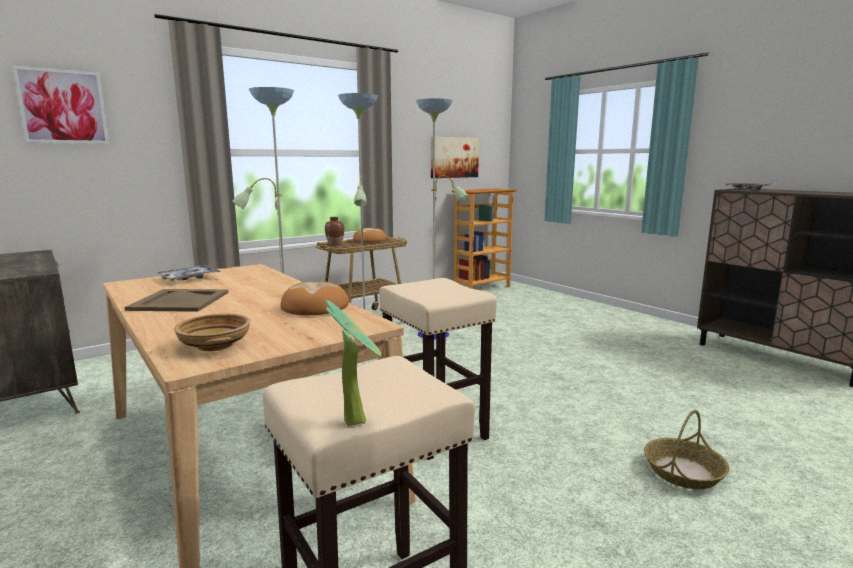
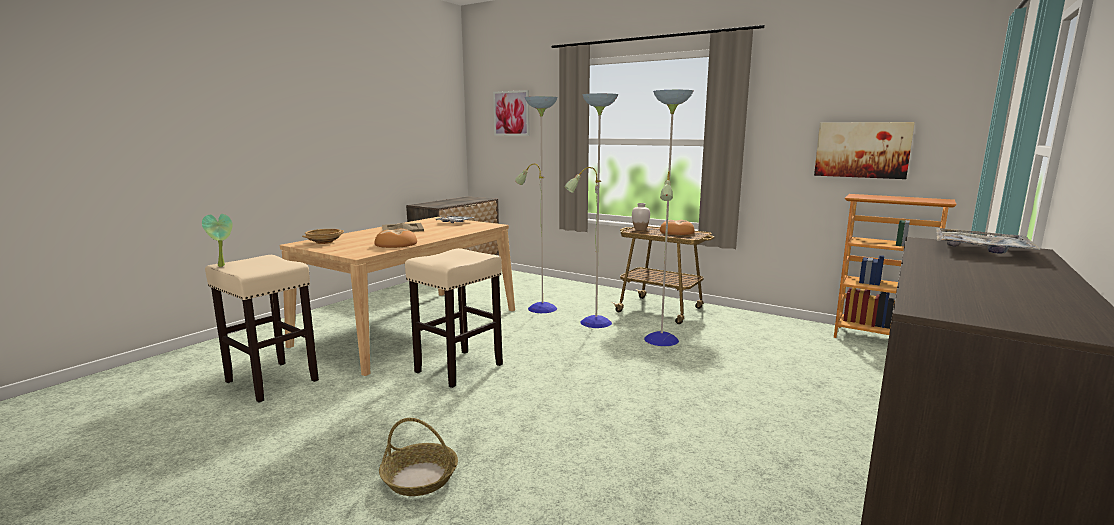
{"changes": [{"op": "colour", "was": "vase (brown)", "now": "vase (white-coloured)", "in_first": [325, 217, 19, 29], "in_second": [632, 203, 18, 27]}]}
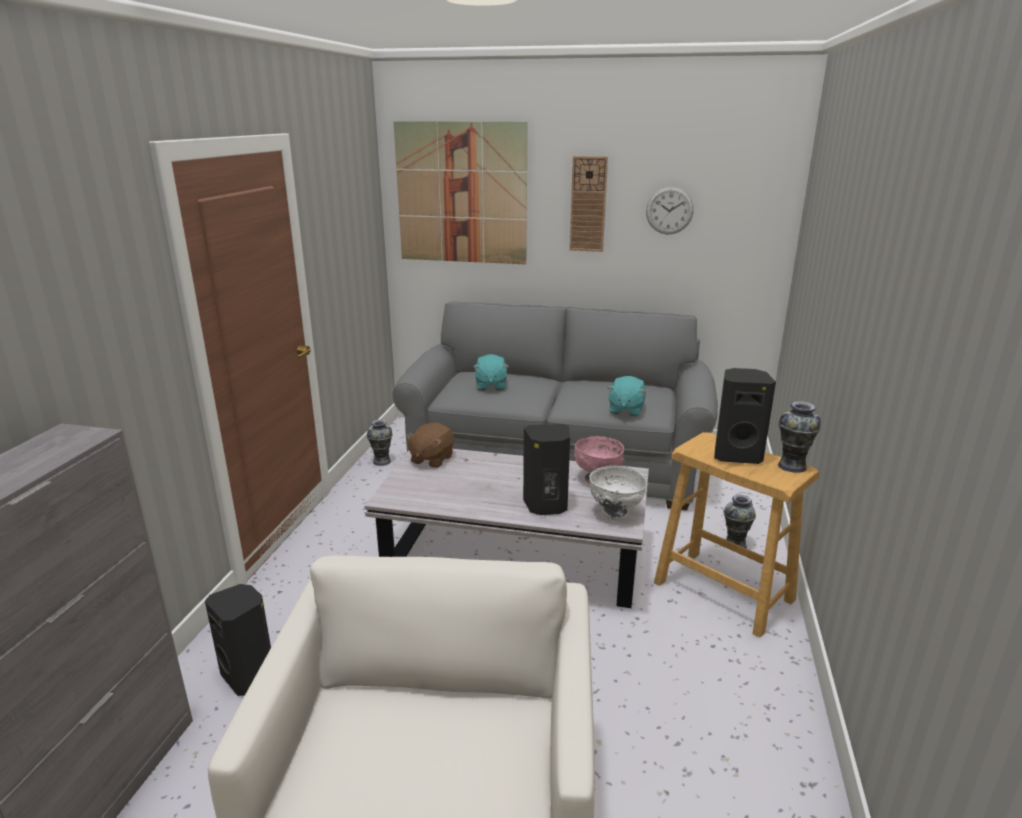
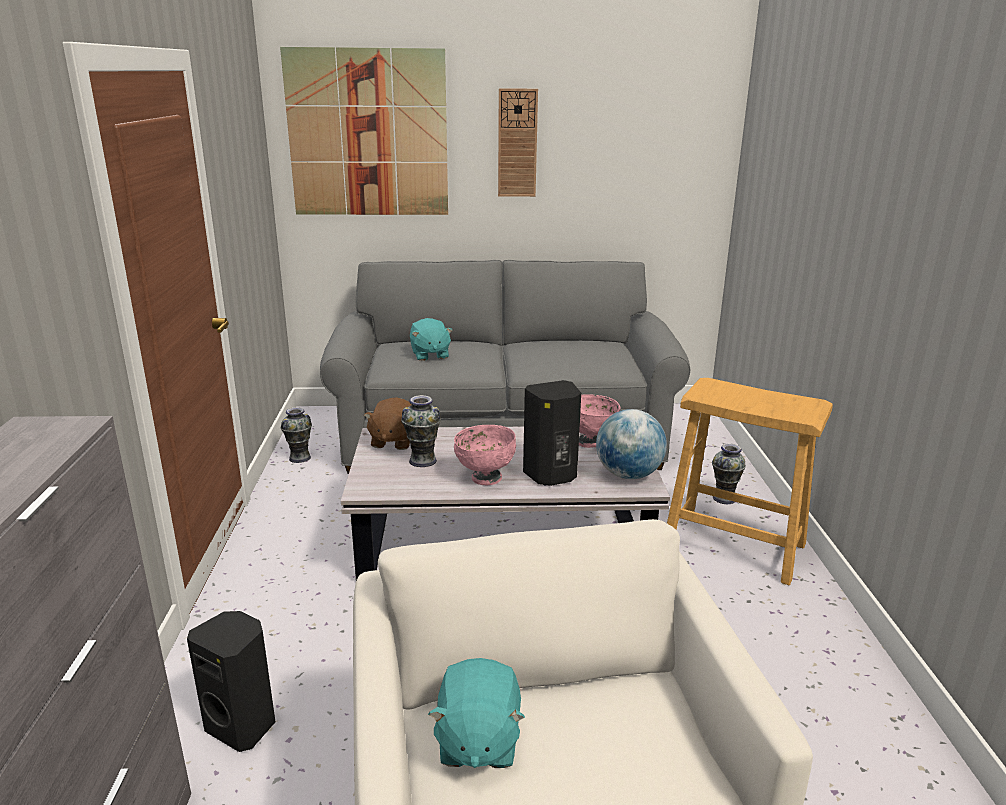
{"changes": [{"op": "exchanged", "was": "serving bowl (white-coloured)", "now": "globe", "in_first": [589, 466, 58, 55], "in_second": [596, 409, 71, 70]}, {"op": "relocated", "was": "cuddly toy (turquoise)", "in_first": [607, 376, 39, 41], "in_second": [428, 658, 97, 110]}, {"op": "missing", "was": "wall clock", "in_first": [646, 186, 48, 49]}, {"op": "missing", "was": "audio speaker (blackish)", "in_first": [714, 368, 62, 96]}, {"op": "relocated", "was": "vase", "in_first": [778, 401, 43, 72], "in_second": [401, 395, 40, 72]}, {"op": "appeared", "now": "serving bowl (pink)", "in_second": [454, 425, 62, 60]}]}
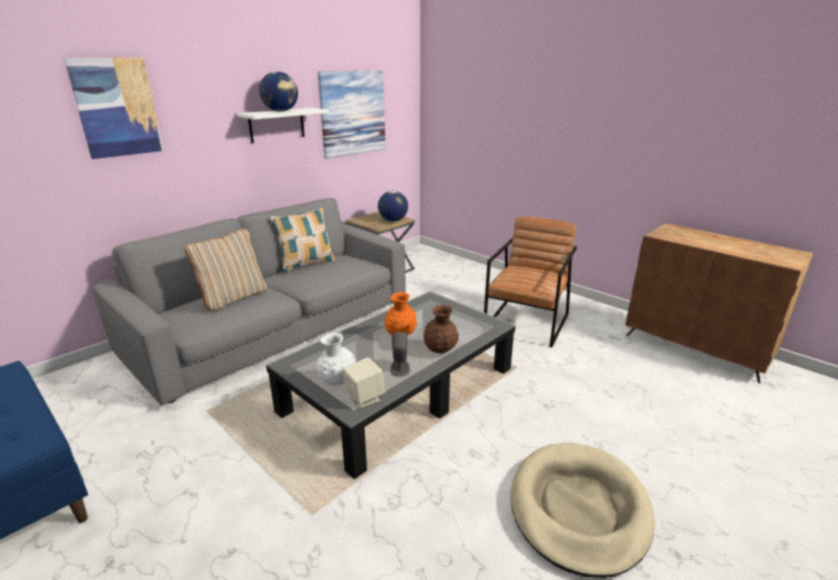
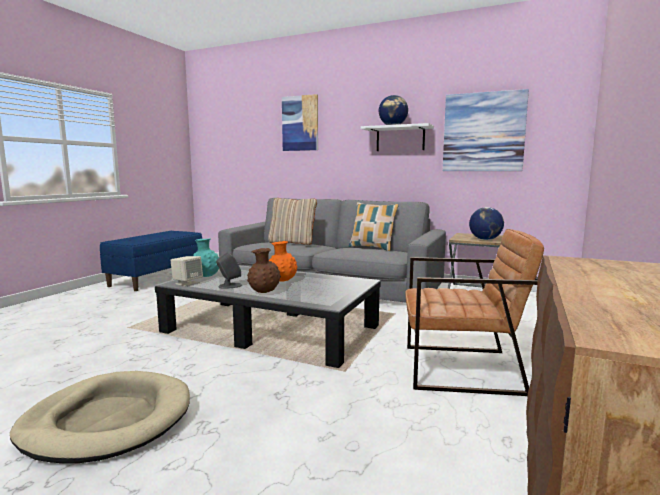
{"changes": [{"op": "colour", "was": "vase (white-coloured)", "now": "vase (turquoise)", "in_first": [316, 333, 40, 53], "in_second": [193, 239, 26, 38]}]}
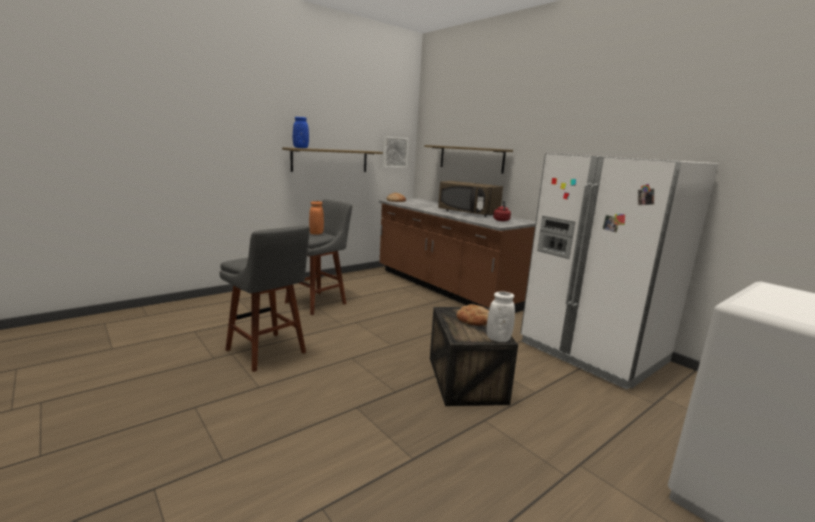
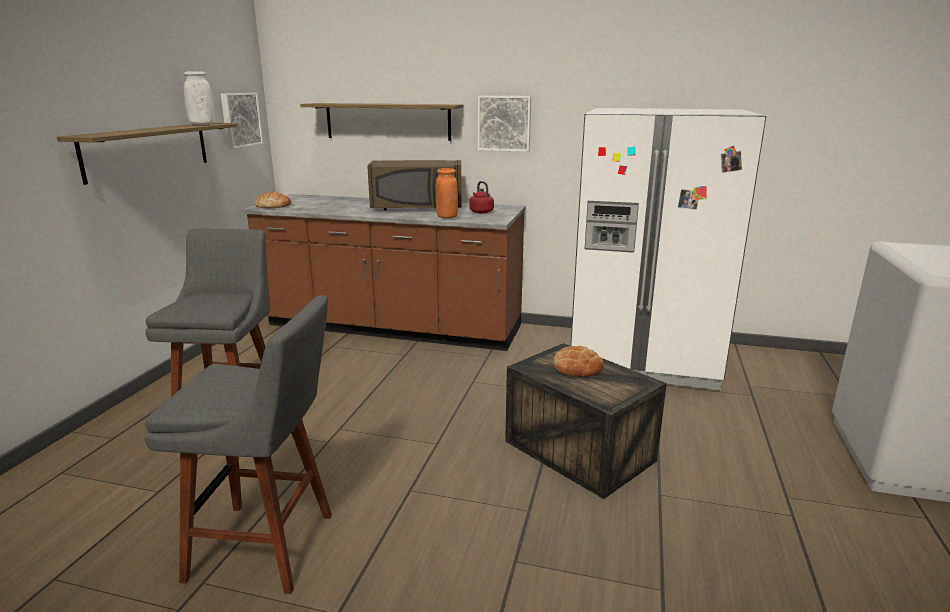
{"changes": [{"op": "missing", "was": "vase (bluish)", "in_first": [293, 117, 16, 31]}, {"op": "relocated", "was": "vase (orange)", "in_first": [309, 201, 15, 34], "in_second": [435, 168, 23, 50]}, {"op": "relocated", "was": "vase (white-coloured)", "in_first": [487, 291, 28, 51], "in_second": [184, 71, 31, 54]}, {"op": "appeared", "now": "picture", "in_second": [478, 96, 53, 56]}]}
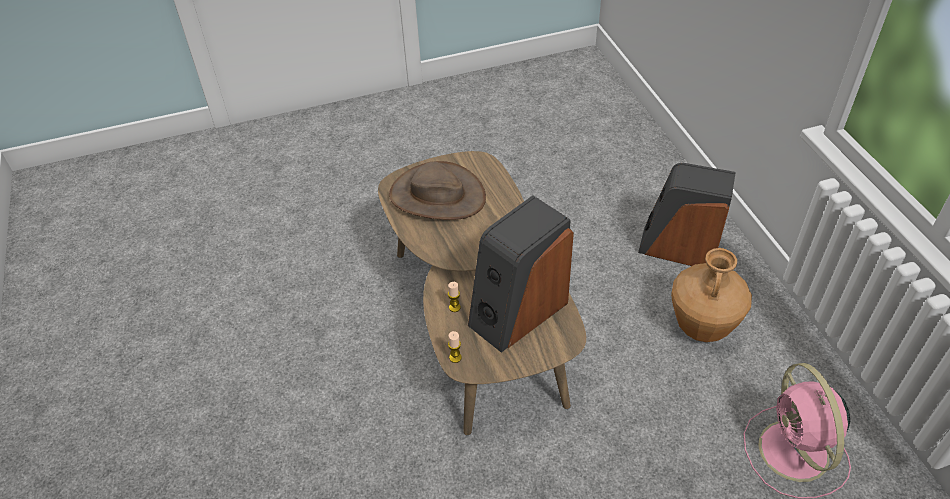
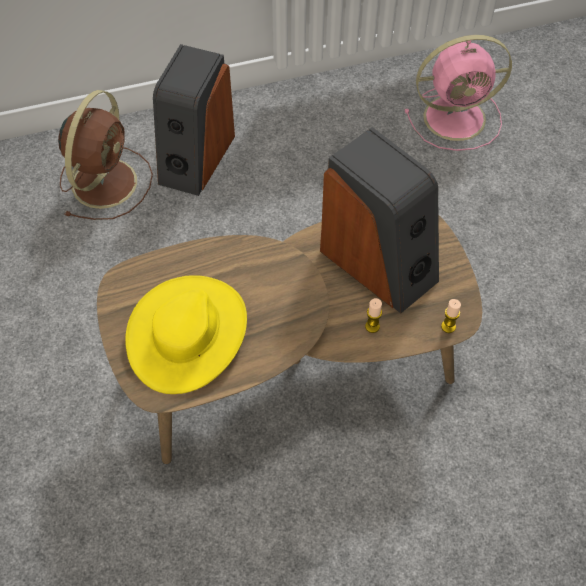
{"changes": [{"op": "colour", "was": "clothing hat (brown)", "now": "clothing hat (yellowish)", "in_first": [389, 161, 97, 59], "in_second": [125, 275, 122, 119]}, {"op": "missing", "was": "vase (brown)", "in_first": [671, 248, 81, 94]}, {"op": "appeared", "now": "cooling fan (brown)", "in_second": [58, 90, 95, 130]}]}
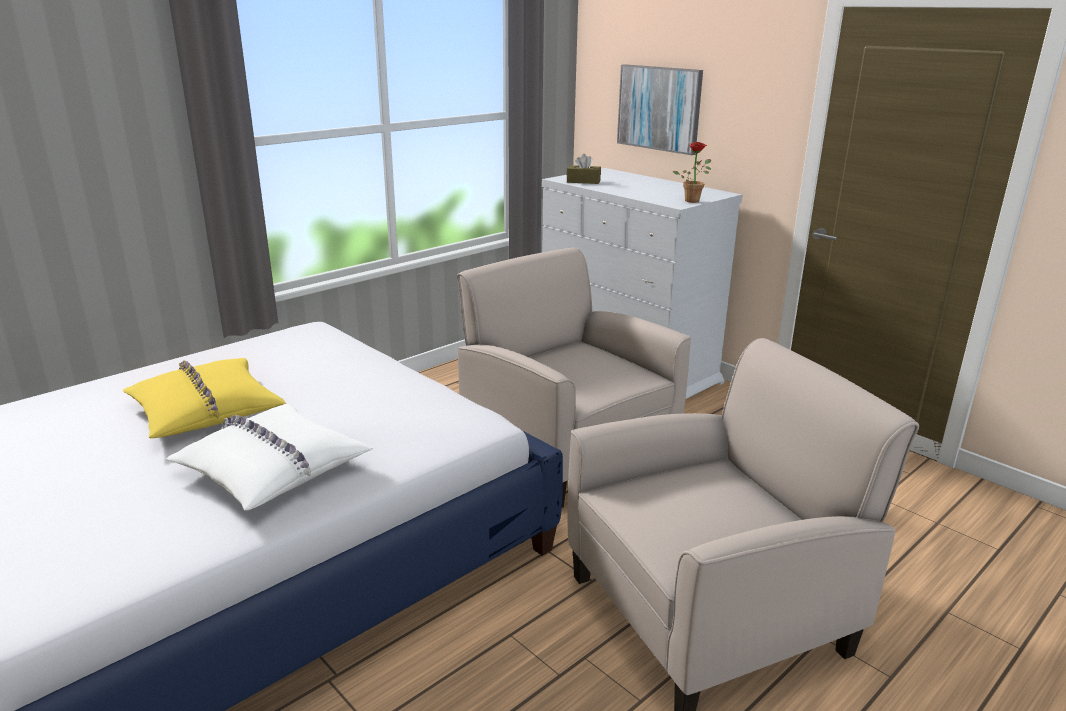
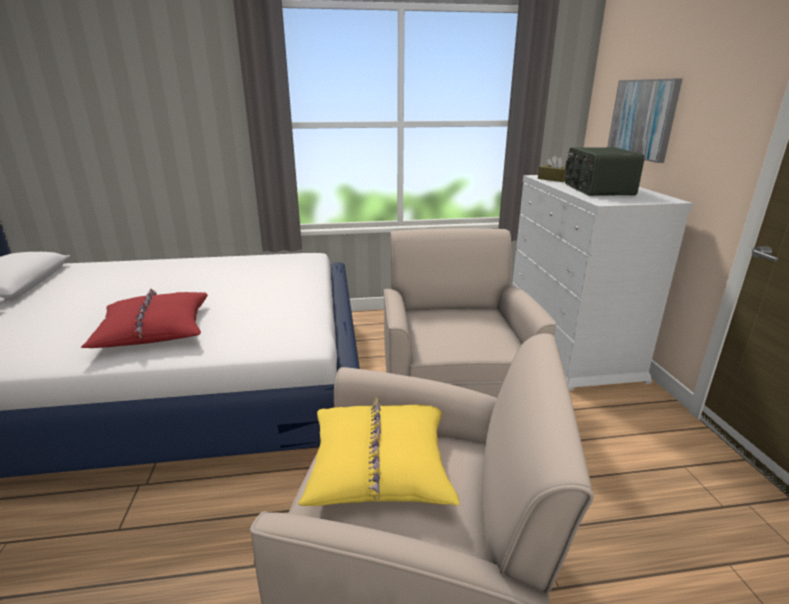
{"changes": [{"op": "relocated", "was": "throw pillow (yellowish)", "in_first": [123, 358, 163, 80], "in_second": [298, 397, 162, 109]}, {"op": "colour", "was": "throw pillow (white-coloured)", "now": "throw pillow (red)", "in_first": [167, 404, 206, 107], "in_second": [81, 289, 127, 59]}, {"op": "missing", "was": "potted plant", "in_first": [672, 142, 39, 61]}, {"op": "appeared", "now": "radio", "in_second": [565, 147, 80, 49]}]}
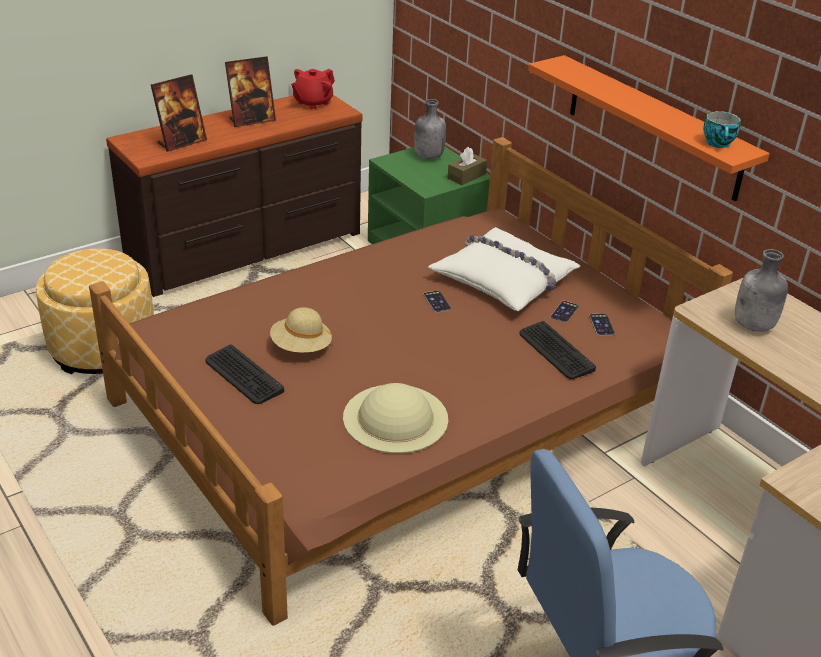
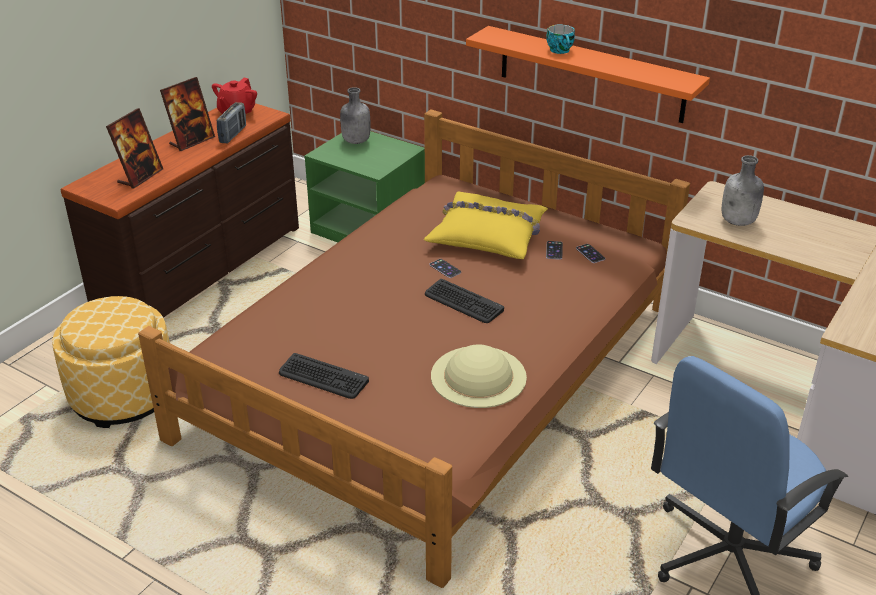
{"changes": [{"op": "missing", "was": "clothing hat (beige)", "in_first": [270, 307, 62, 46]}, {"op": "colour", "was": "throw pillow (white-coloured)", "now": "throw pillow (yellowish)", "in_first": [428, 227, 152, 84], "in_second": [424, 191, 124, 68]}, {"op": "missing", "was": "tissue holder (brown)", "in_first": [448, 147, 39, 38]}, {"op": "relocated", "was": "keyboard", "in_first": [519, 321, 77, 58], "in_second": [425, 279, 79, 44]}, {"op": "relocated", "was": "small cup", "in_first": [703, 111, 38, 37], "in_second": [546, 24, 29, 30]}, {"op": "appeared", "now": "radio", "in_second": [217, 102, 29, 41]}]}
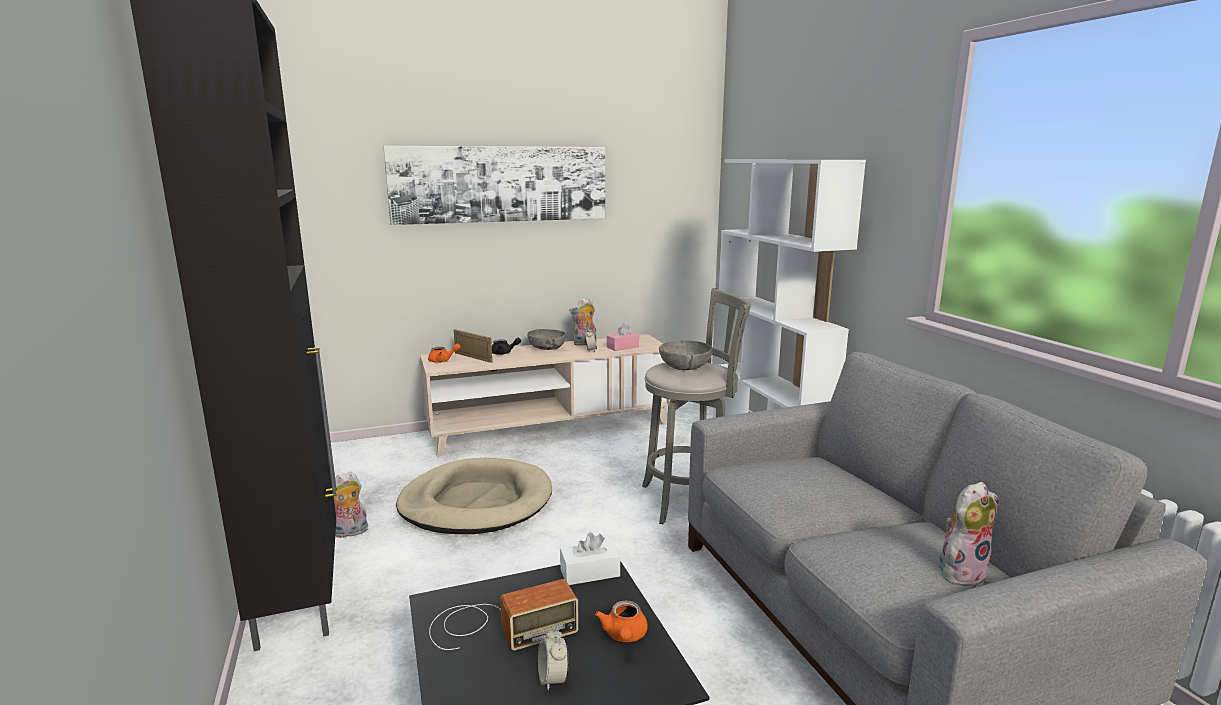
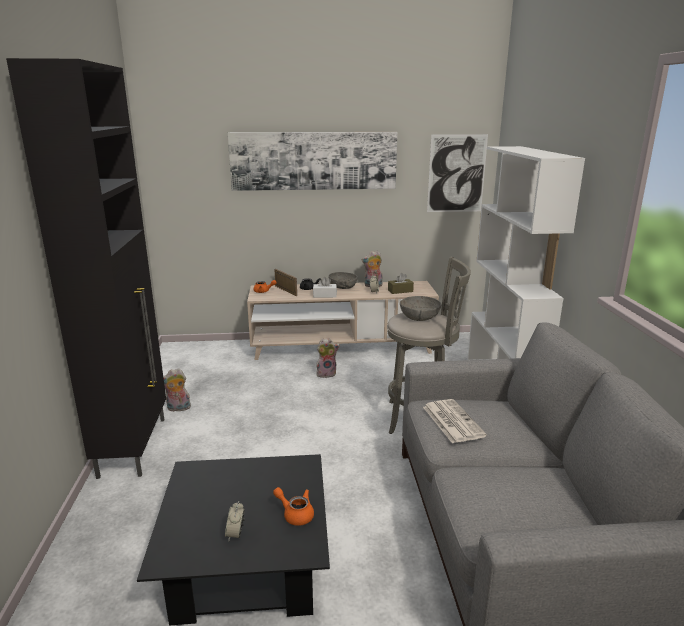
{"changes": [{"op": "missing", "was": "dog bed (beige)", "in_first": [396, 458, 156, 76]}, {"op": "missing", "was": "radio", "in_first": [429, 579, 150, 72]}, {"op": "relocated", "was": "tissue holder (white-coloured)", "in_first": [560, 532, 60, 53], "in_second": [313, 277, 24, 21]}, {"op": "spun", "was": "teapot (orange)", "in_first": [595, 600, 52, 42], "in_second": [273, 487, 41, 39], "clockwise": 105}, {"op": "colour", "was": "tissue holder (pink)", "now": "tissue holder (brown)", "in_first": [607, 323, 32, 28], "in_second": [388, 273, 26, 21]}, {"op": "relocated", "was": "cuddly toy", "in_first": [939, 482, 59, 104], "in_second": [316, 338, 24, 40]}, {"op": "appeared", "now": "printed paper", "in_second": [423, 399, 64, 45]}, {"op": "appeared", "now": "picture", "in_second": [427, 134, 61, 78]}]}
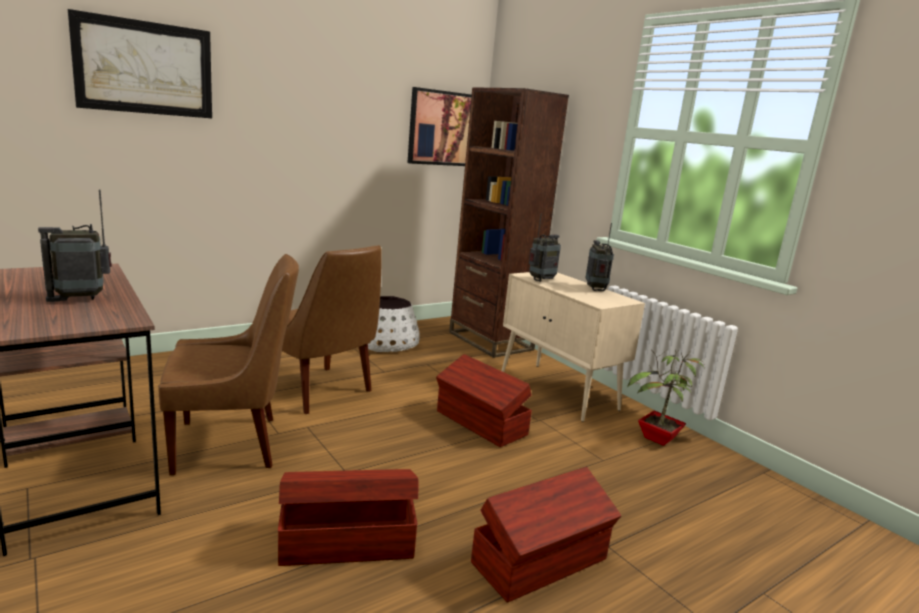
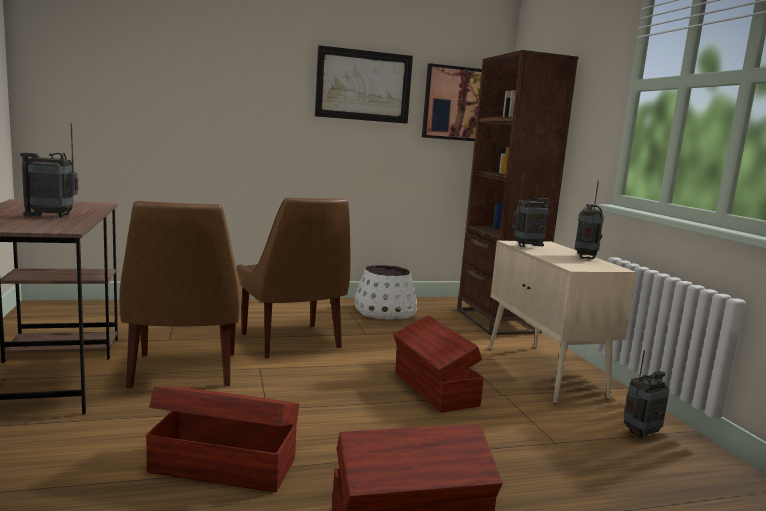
{"changes": [{"op": "relocated", "was": "picture", "in_first": [68, 9, 144, 109], "in_second": [315, 45, 98, 79]}, {"op": "spun", "was": "plain chair (brown)", "in_first": [158, 254, 141, 221], "in_second": [119, 201, 124, 188], "clockwise": 75}, {"op": "exchanged", "was": "potted plant", "now": "radio", "in_first": [627, 350, 78, 96], "in_second": [624, 350, 46, 88]}]}
